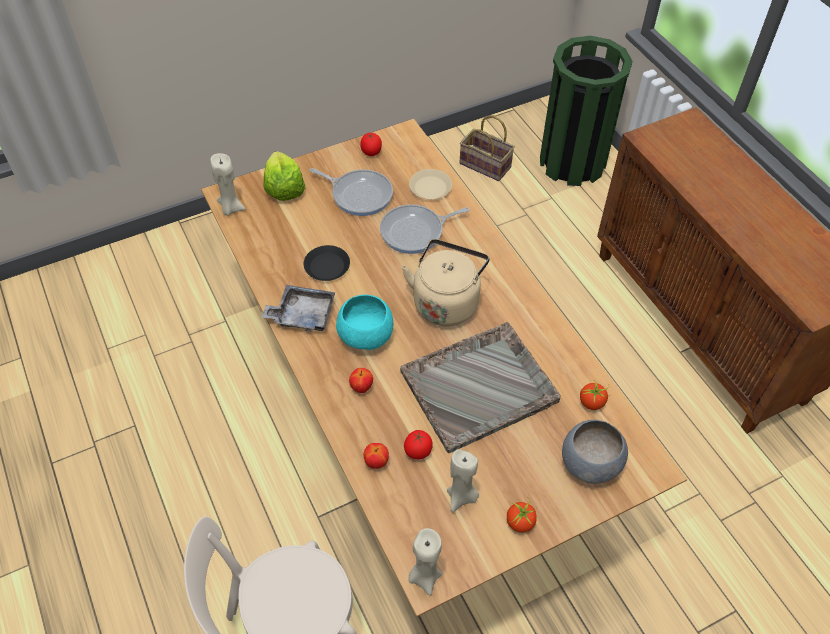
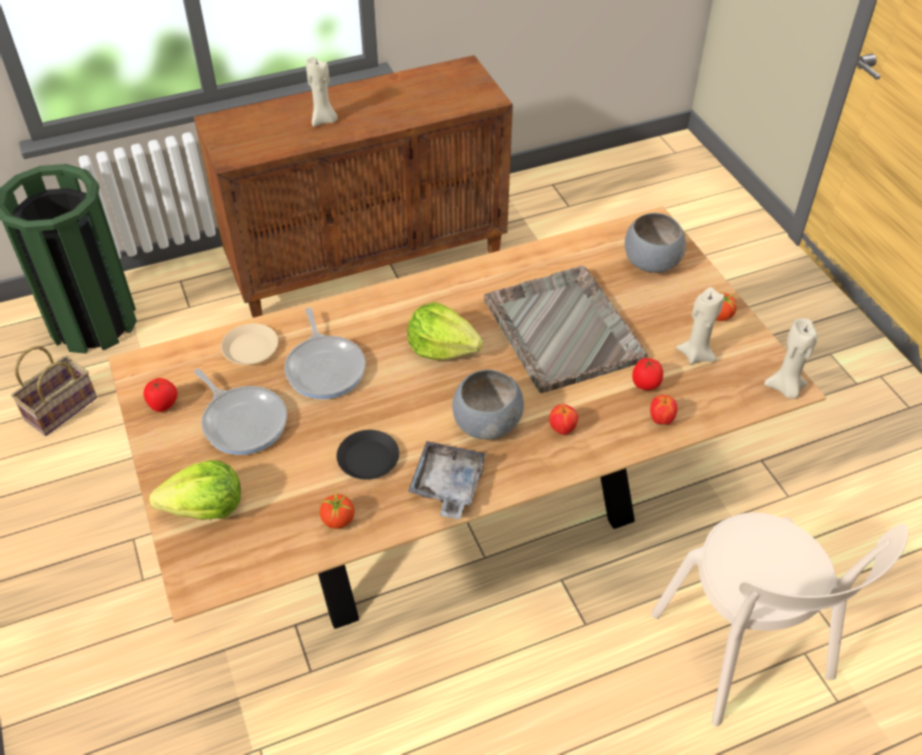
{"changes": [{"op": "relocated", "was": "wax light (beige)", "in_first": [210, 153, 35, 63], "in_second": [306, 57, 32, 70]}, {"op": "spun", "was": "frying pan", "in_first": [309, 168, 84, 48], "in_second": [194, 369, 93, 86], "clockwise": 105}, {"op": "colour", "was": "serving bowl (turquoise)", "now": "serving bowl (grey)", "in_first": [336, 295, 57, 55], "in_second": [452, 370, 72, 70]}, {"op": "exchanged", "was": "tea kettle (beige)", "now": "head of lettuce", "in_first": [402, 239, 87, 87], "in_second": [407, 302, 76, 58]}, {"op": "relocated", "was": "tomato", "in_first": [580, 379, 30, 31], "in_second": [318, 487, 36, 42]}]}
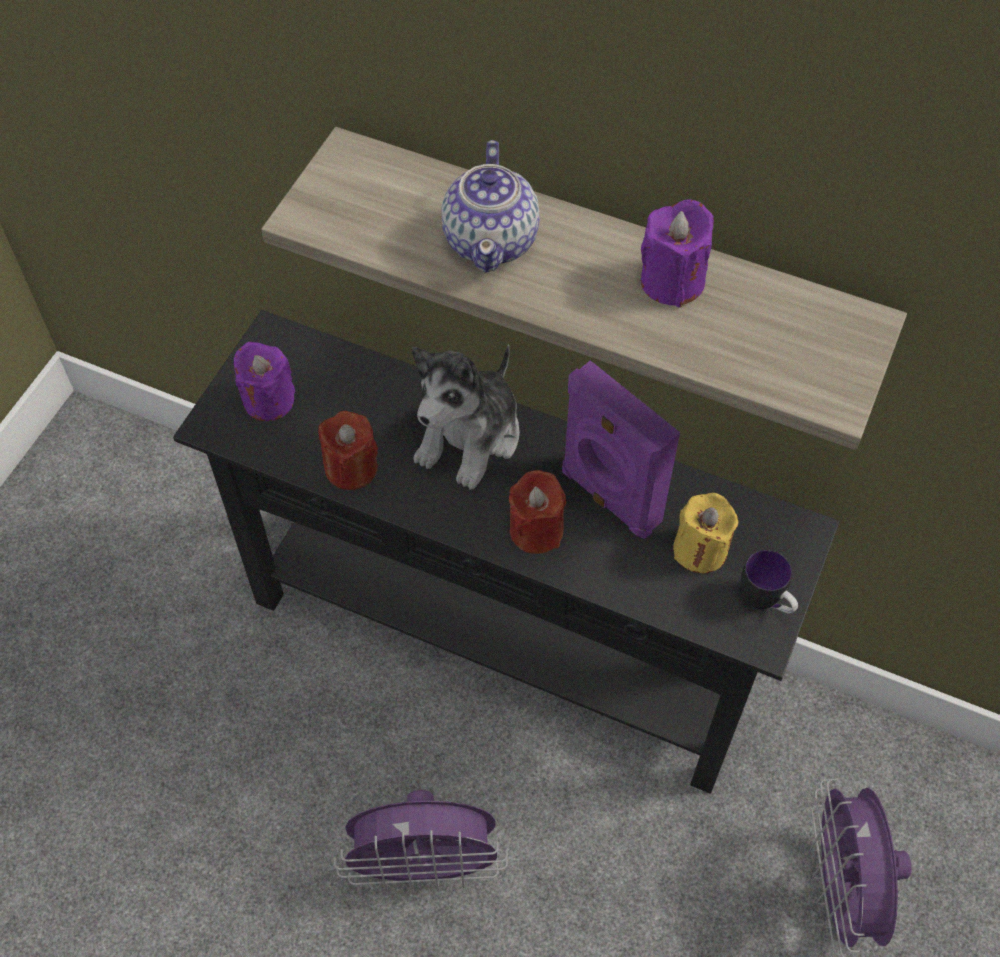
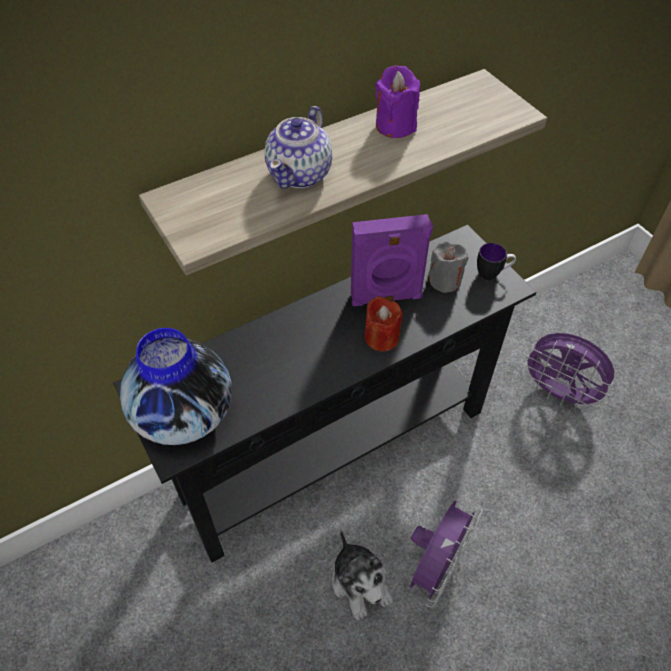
{"changes": [{"op": "exchanged", "was": "wax light (purple)", "now": "vase", "in_first": [234, 342, 61, 79], "in_second": [120, 328, 112, 117]}, {"op": "missing", "was": "wax light (red)", "in_first": [318, 411, 60, 79]}, {"op": "relocated", "was": "cuddly toy", "in_first": [413, 345, 107, 144], "in_second": [332, 529, 61, 91]}, {"op": "spun", "was": "teapot", "in_first": [441, 140, 99, 132], "in_second": [265, 106, 67, 82], "clockwise": 75}, {"op": "colour", "was": "wax light (yellowish)", "now": "wax light (grey)", "in_first": [673, 493, 65, 80], "in_second": [428, 242, 40, 51]}]}
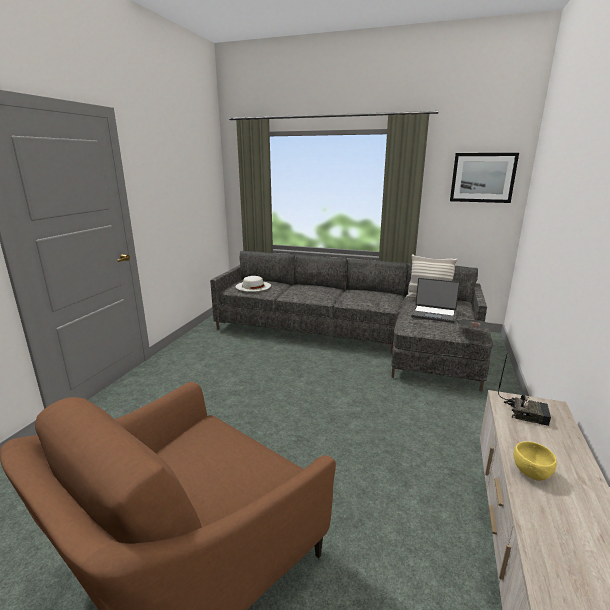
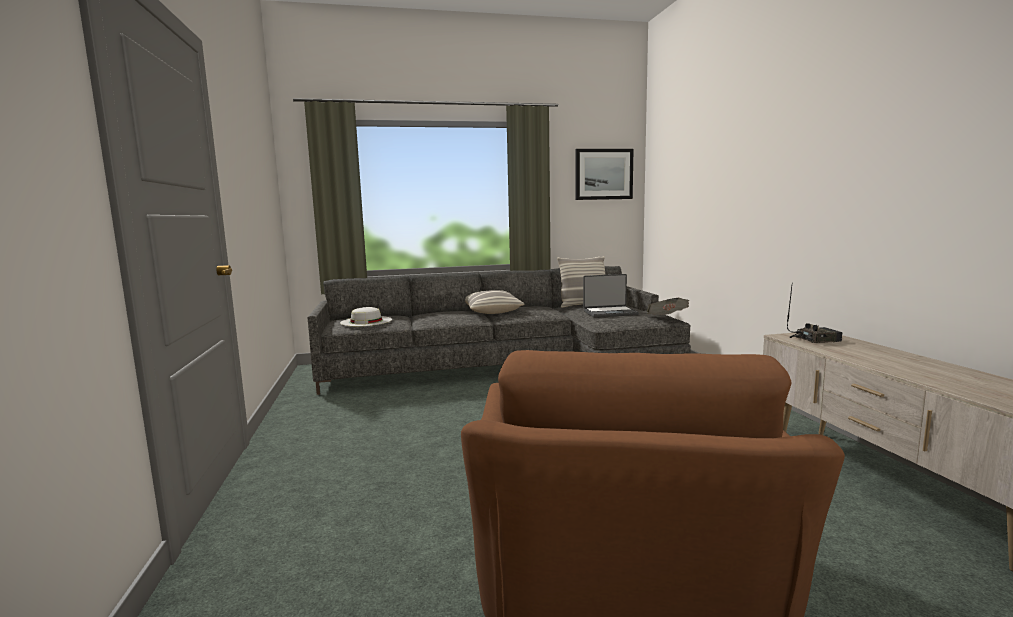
{"changes": [{"op": "missing", "was": "serving bowl (yellowish)", "in_first": [514, 441, 43, 40]}, {"op": "appeared", "now": "throw pillow", "in_second": [465, 290, 59, 24]}]}
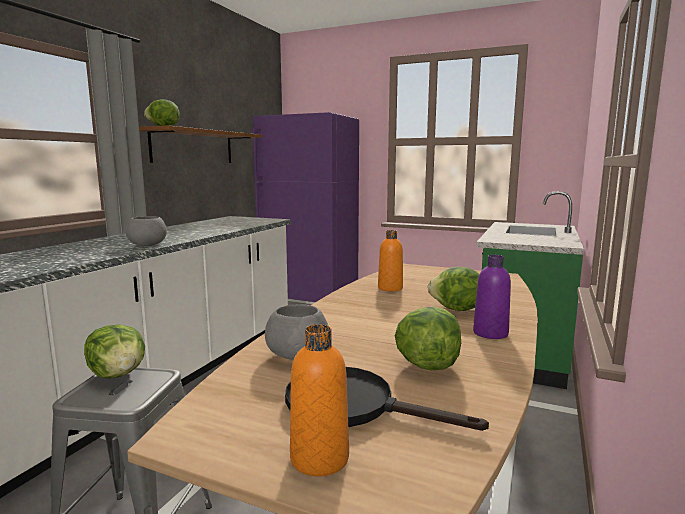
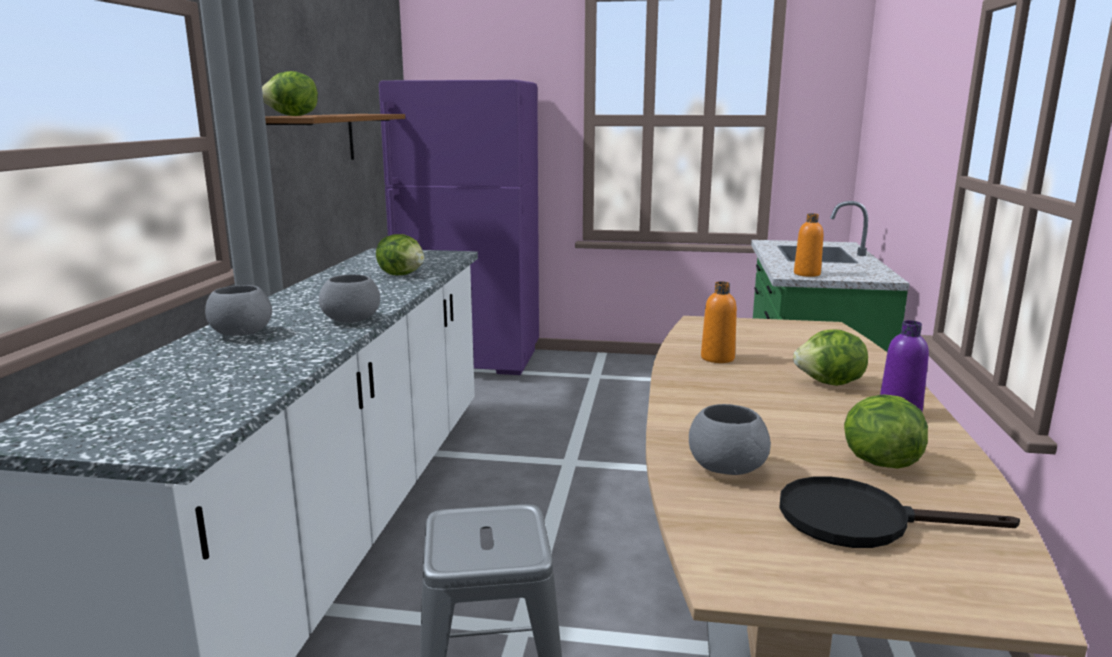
{"changes": [{"op": "relocated", "was": "head of lettuce", "in_first": [84, 325, 61, 54], "in_second": [376, 234, 48, 41]}, {"op": "relocated", "was": "drink bottle (orange)", "in_first": [290, 324, 59, 152], "in_second": [794, 213, 29, 64]}, {"op": "appeared", "now": "serving bowl (grey)", "in_second": [205, 285, 67, 51]}]}
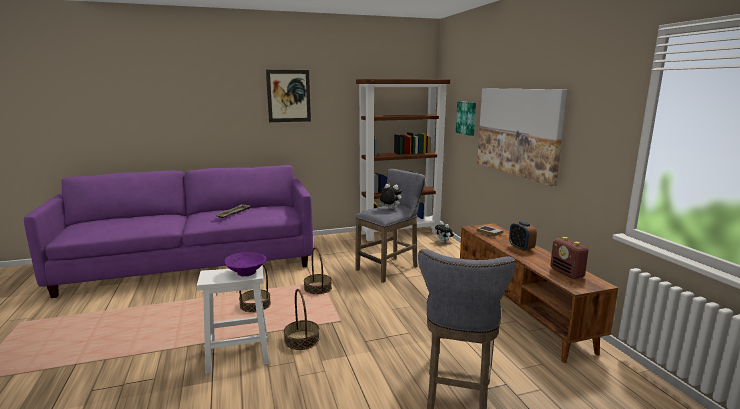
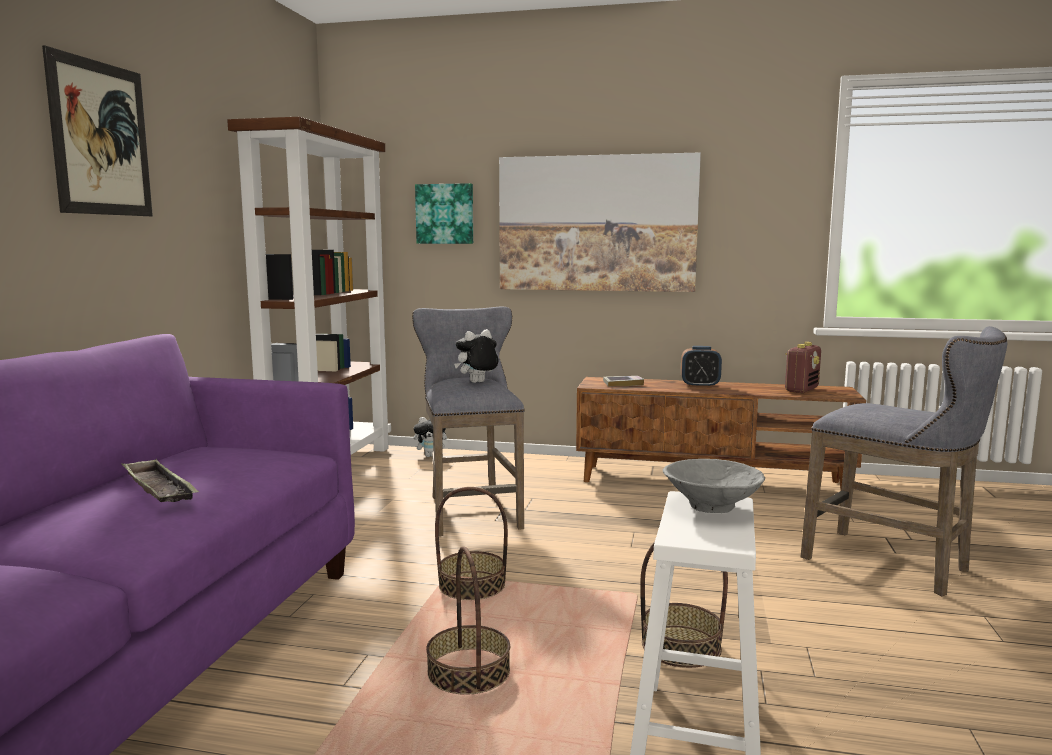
{"changes": [{"op": "colour", "was": "serving bowl (purple)", "now": "serving bowl (grey)", "in_first": [224, 252, 42, 24], "in_second": [663, 459, 102, 54]}, {"op": "spun", "was": "radio", "in_first": [550, 237, 39, 42], "in_second": [785, 342, 36, 51], "clockwise": -60}]}
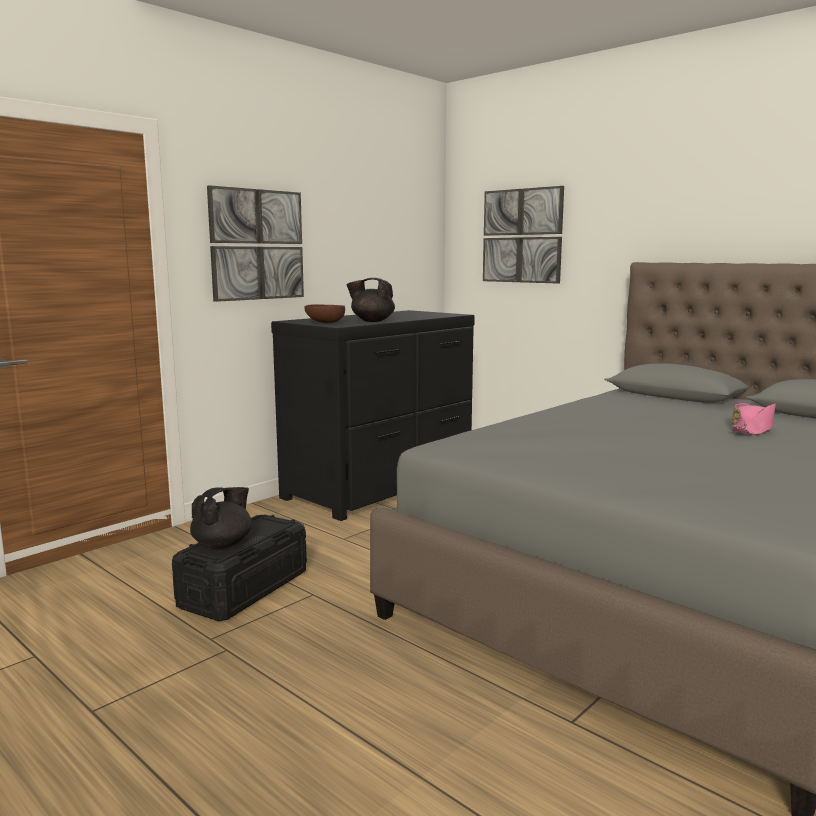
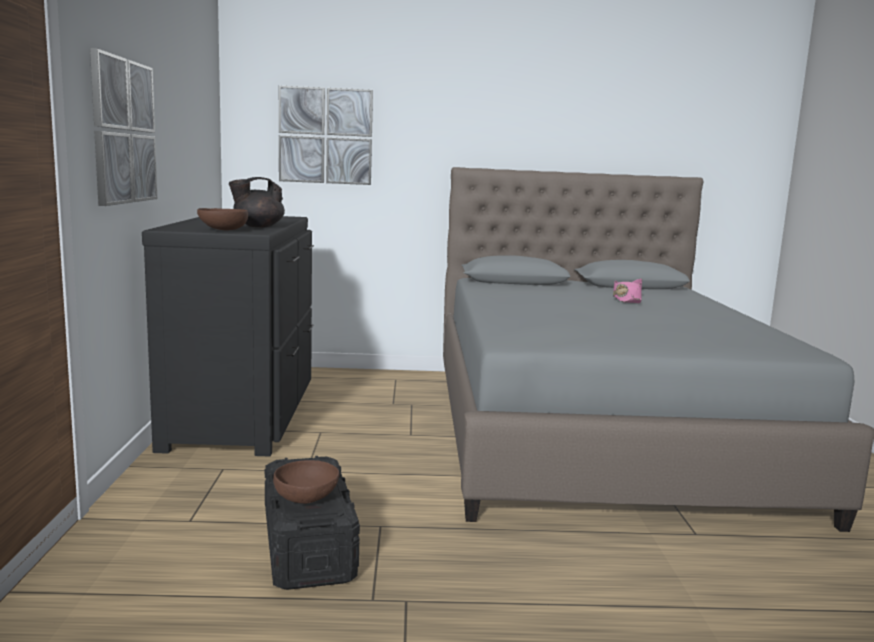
{"changes": [{"op": "exchanged", "was": "teapot (blackish)", "now": "serving bowl (brown)", "in_first": [190, 487, 62, 62], "in_second": [273, 460, 67, 44]}]}
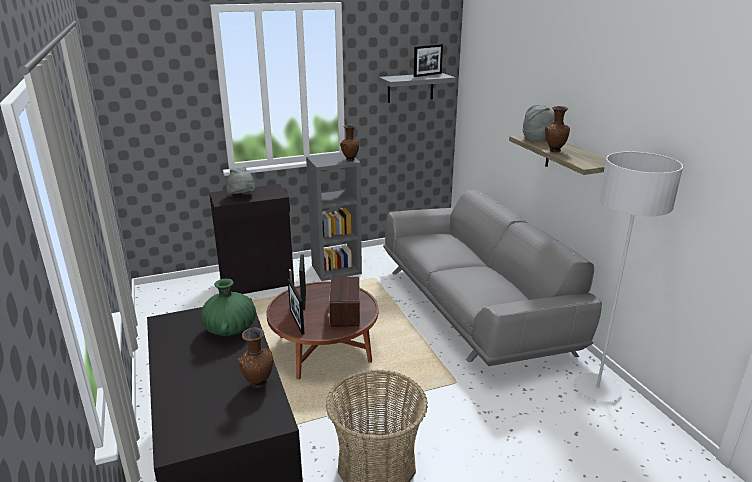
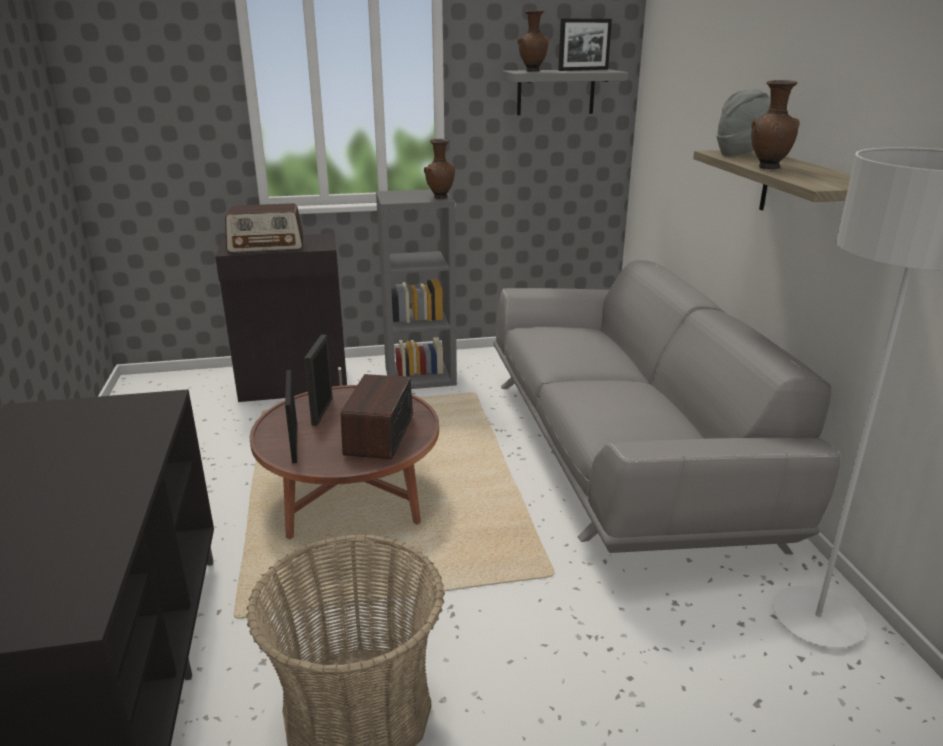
{"changes": [{"op": "missing", "was": "vase (greenish)", "in_first": [201, 279, 55, 57]}, {"op": "exchanged", "was": "clothing hat (grey)", "now": "radio", "in_first": [226, 167, 29, 27], "in_second": [225, 203, 79, 50]}, {"op": "relocated", "was": "vase (brown)", "in_first": [238, 328, 35, 60], "in_second": [518, 10, 31, 62]}]}
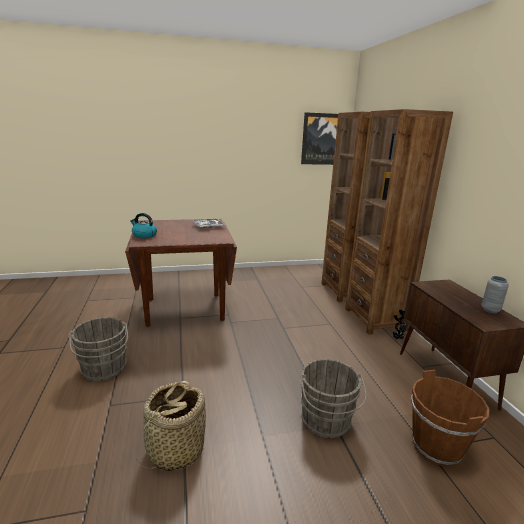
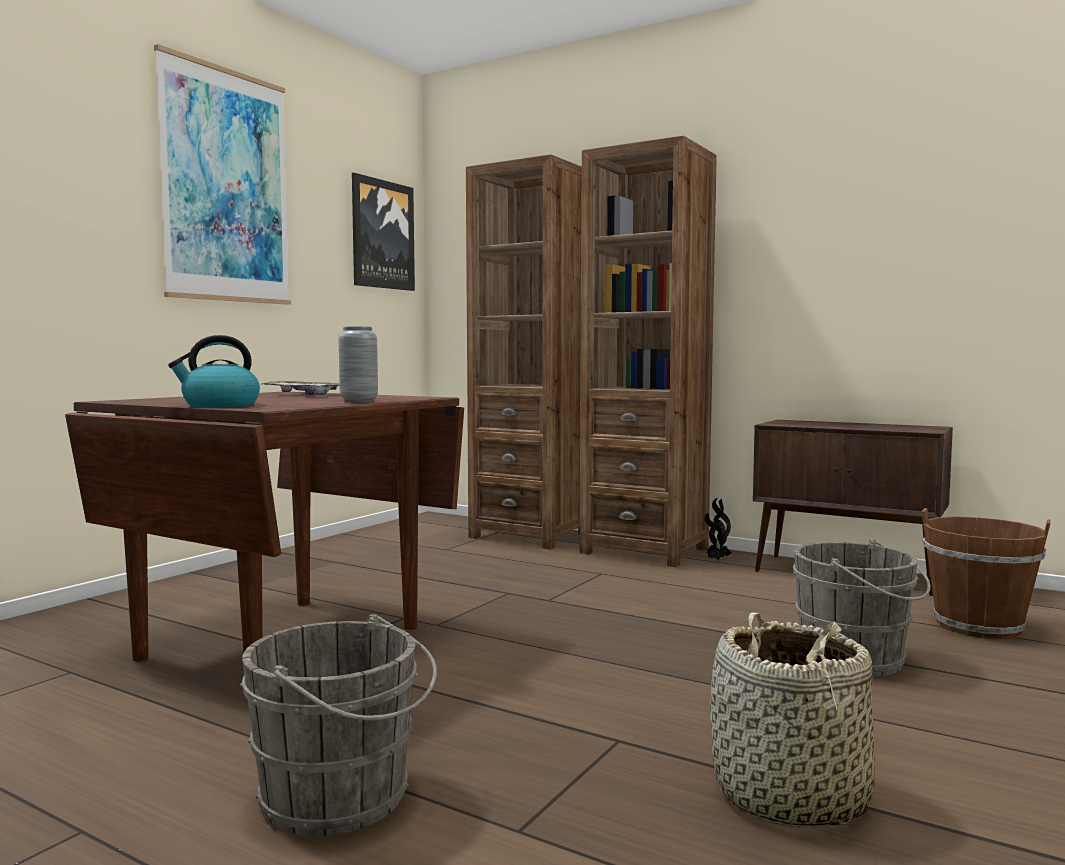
{"changes": [{"op": "relocated", "was": "vase (grey)", "in_first": [481, 276, 28, 37], "in_second": [339, 326, 39, 76]}, {"op": "appeared", "now": "picture", "in_second": [154, 44, 137, 261]}]}
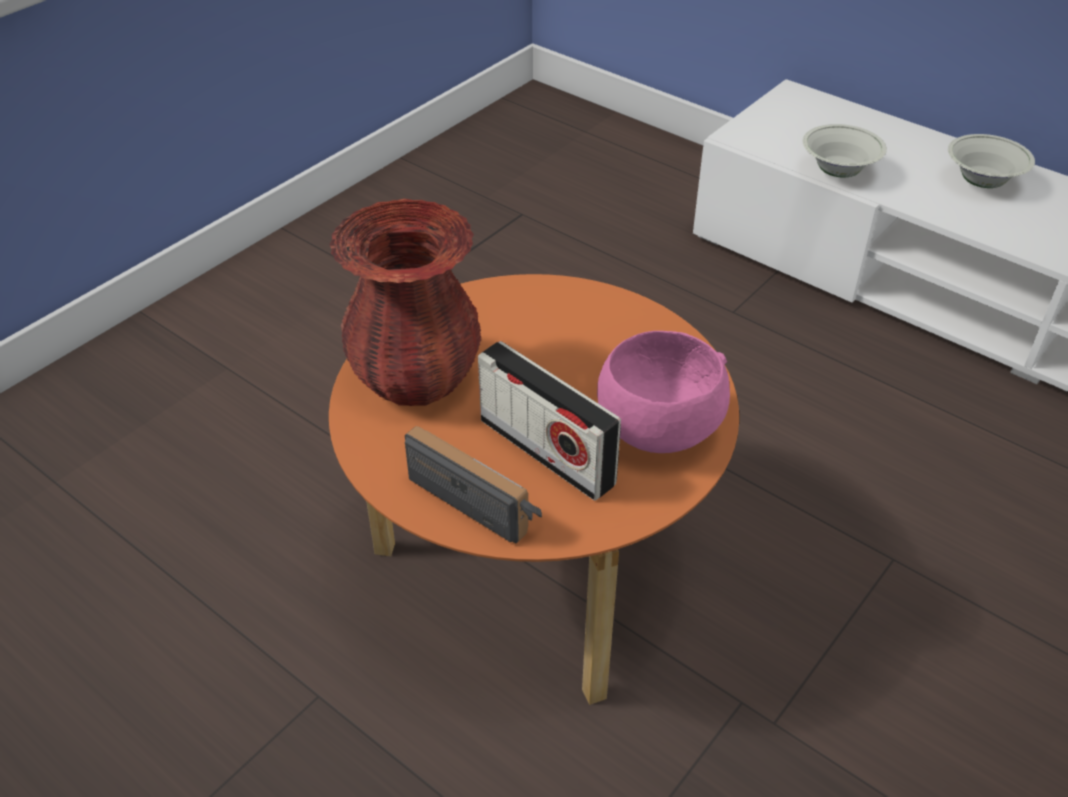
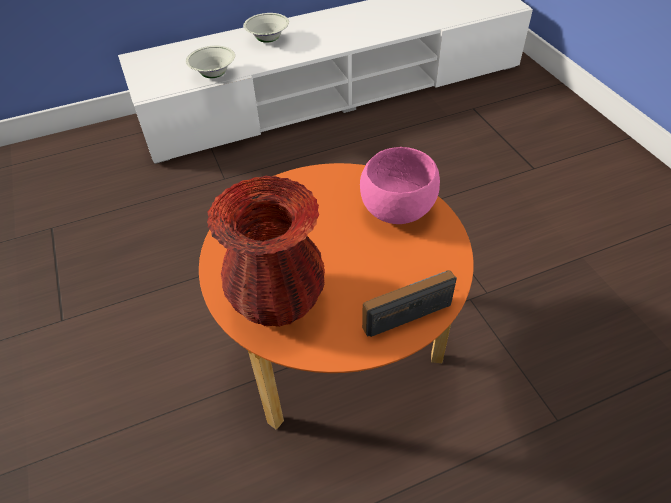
{"changes": [{"op": "missing", "was": "radio", "in_first": [478, 341, 143, 160]}]}
